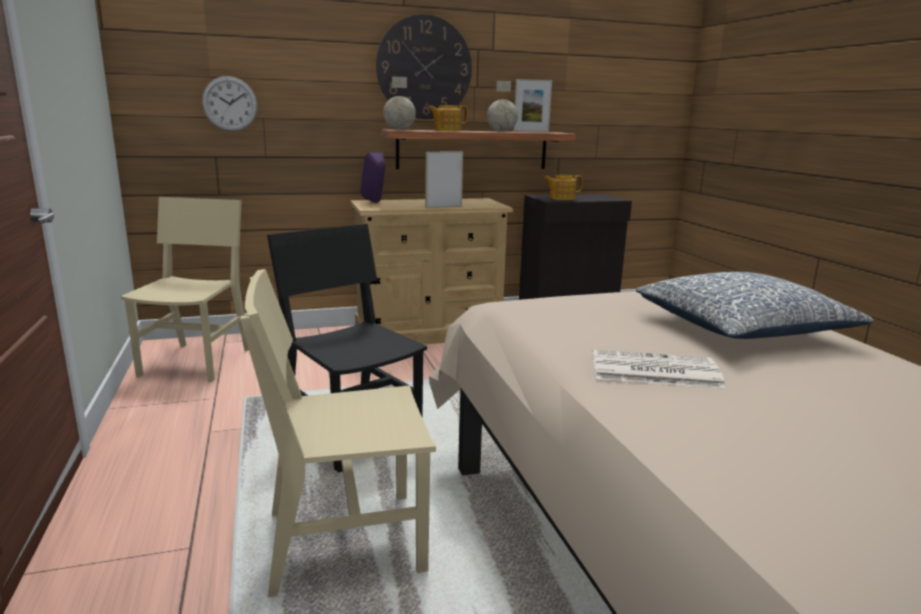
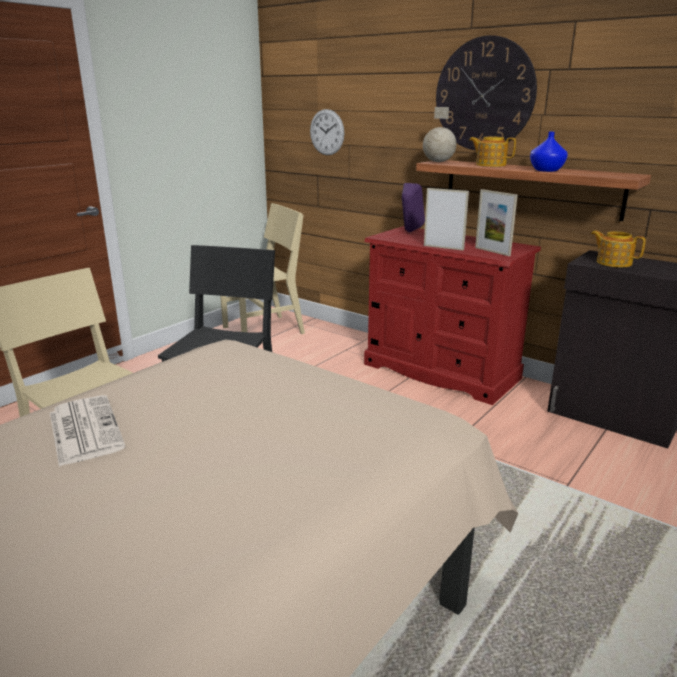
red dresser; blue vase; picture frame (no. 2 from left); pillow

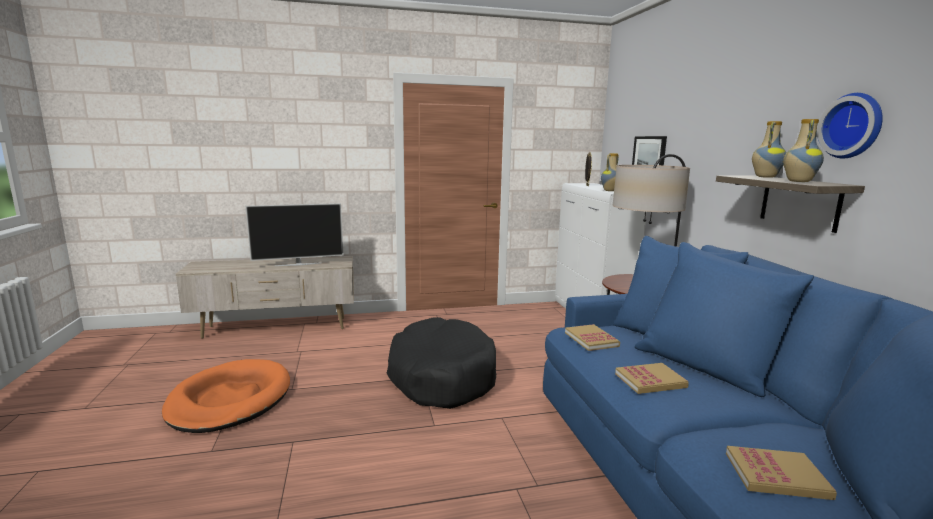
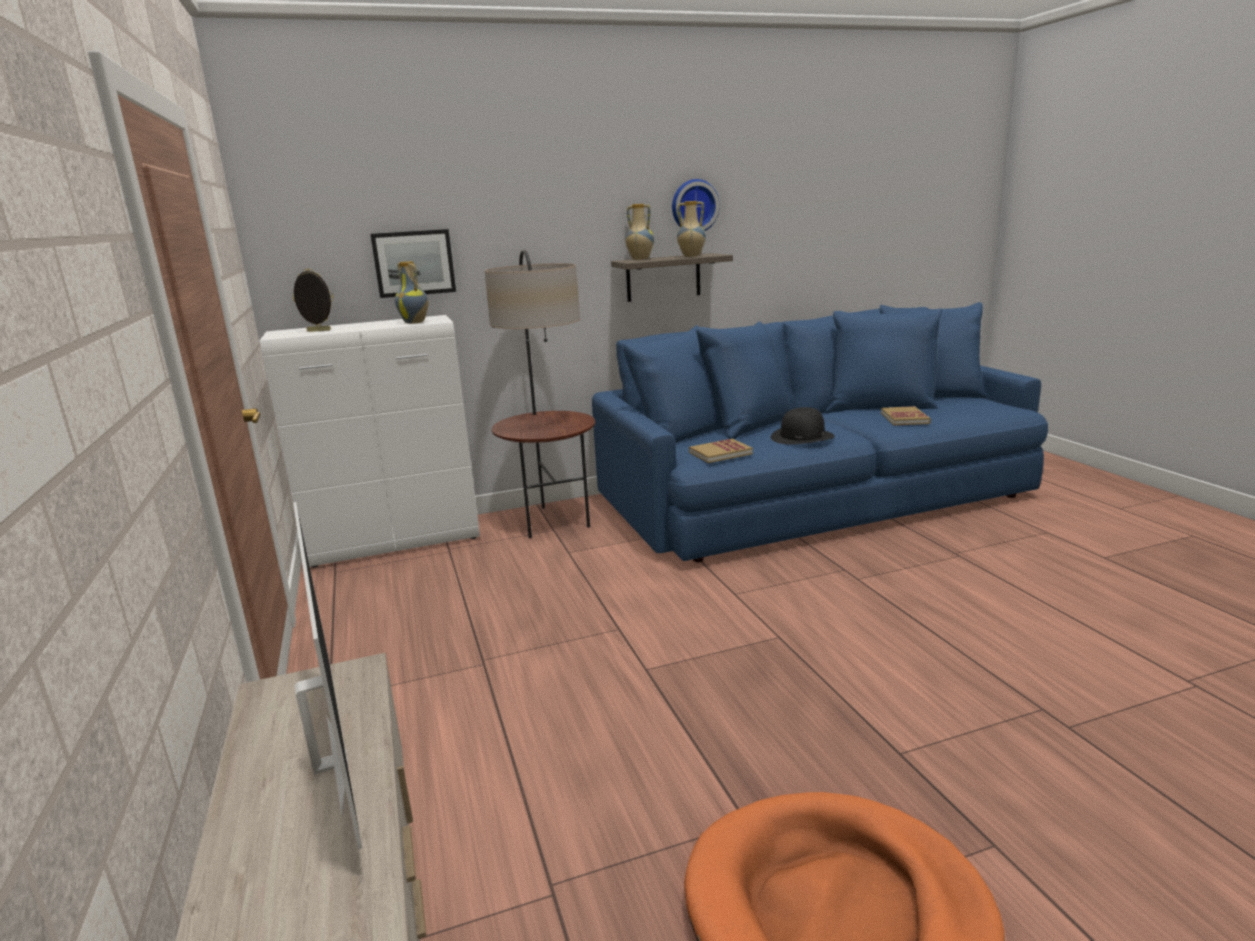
black dog bed; black hat

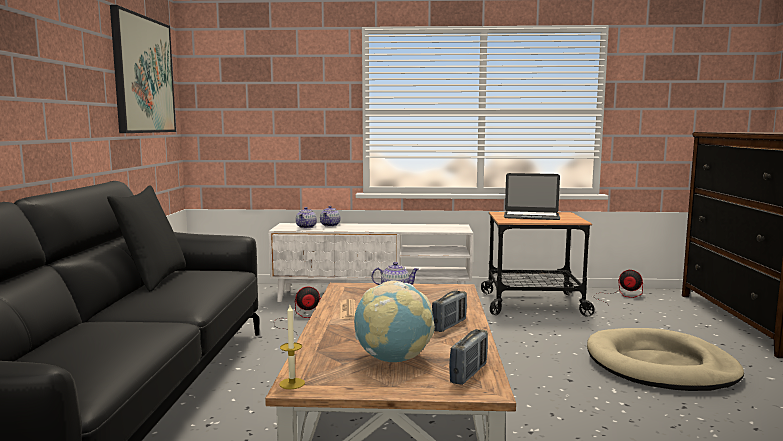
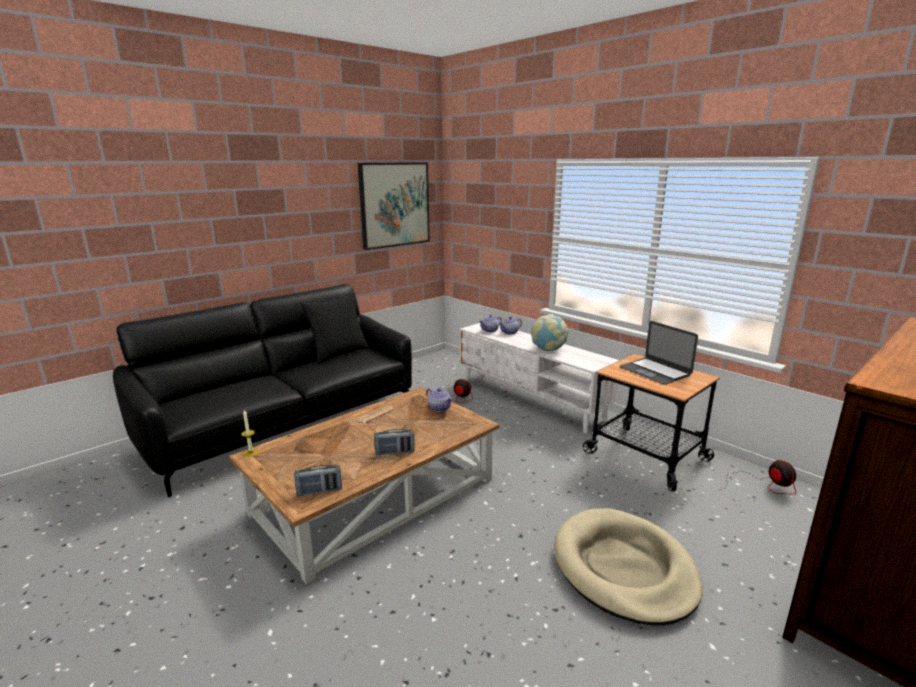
globe

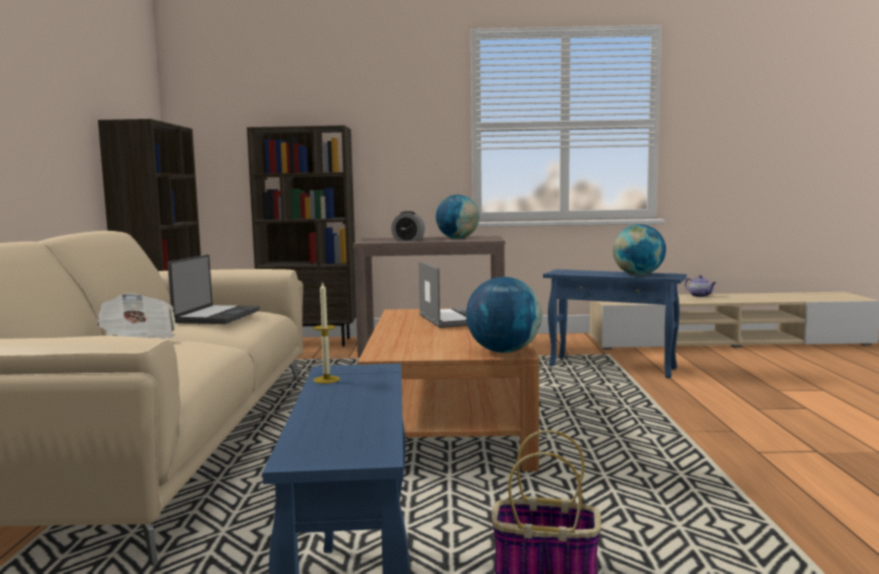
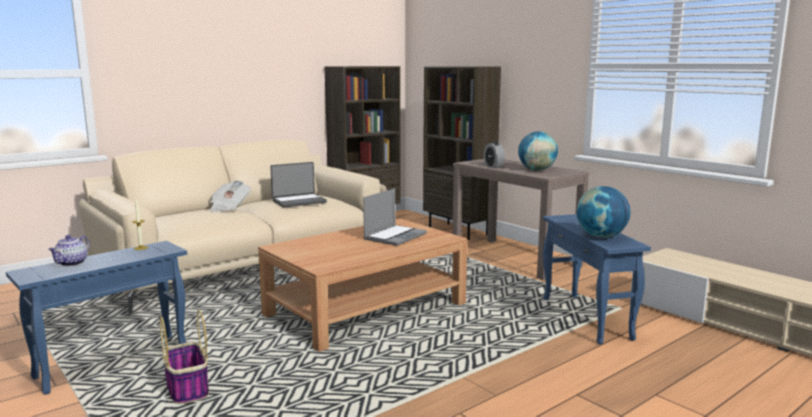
globe (no. 2 from left in the first image); teapot

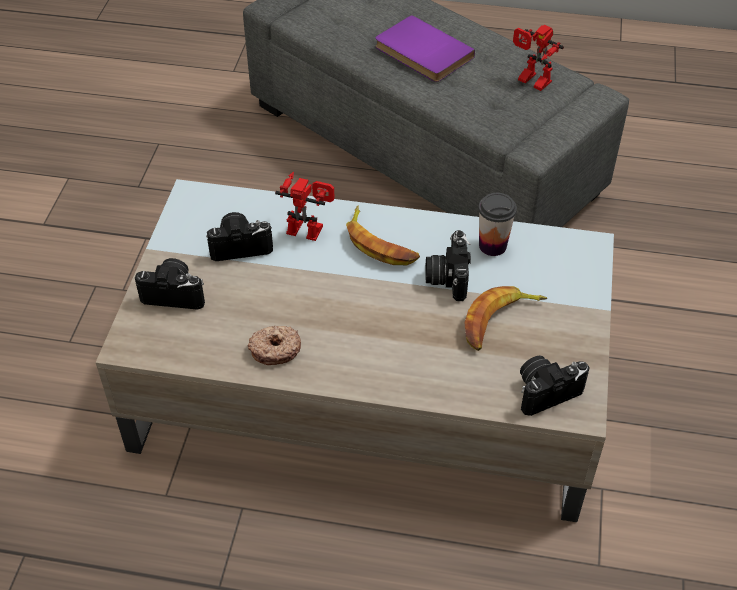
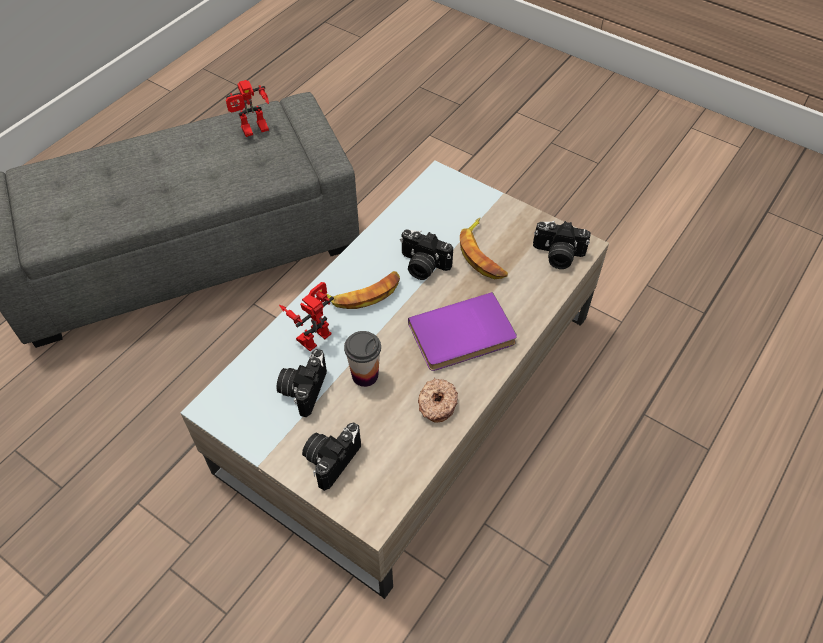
purple book; cup; photo camera (no. 4 from left)

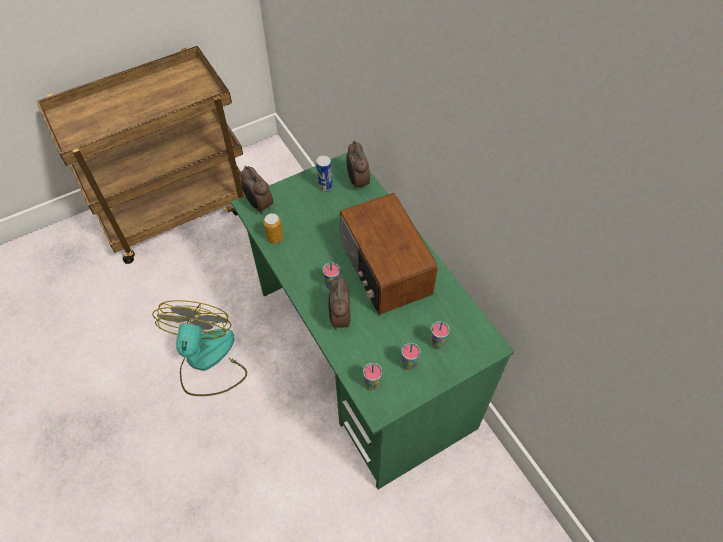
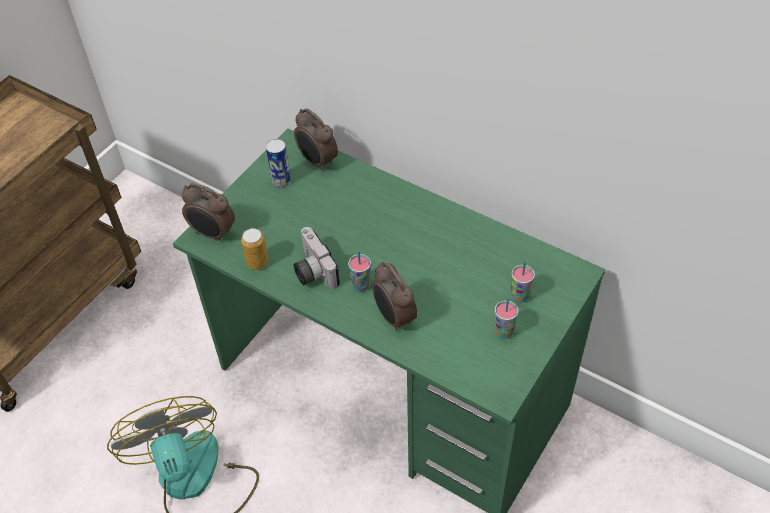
radio; cup (no. 2 from left in the first image); photo camera

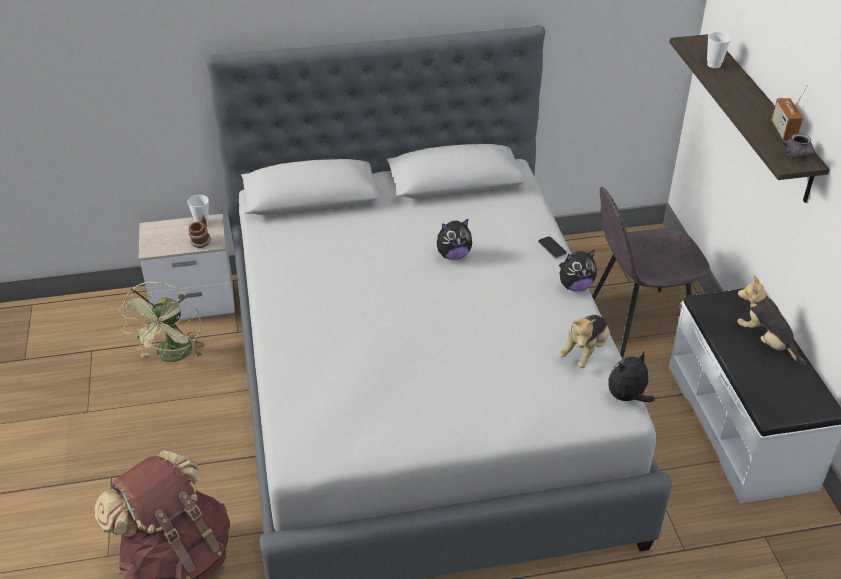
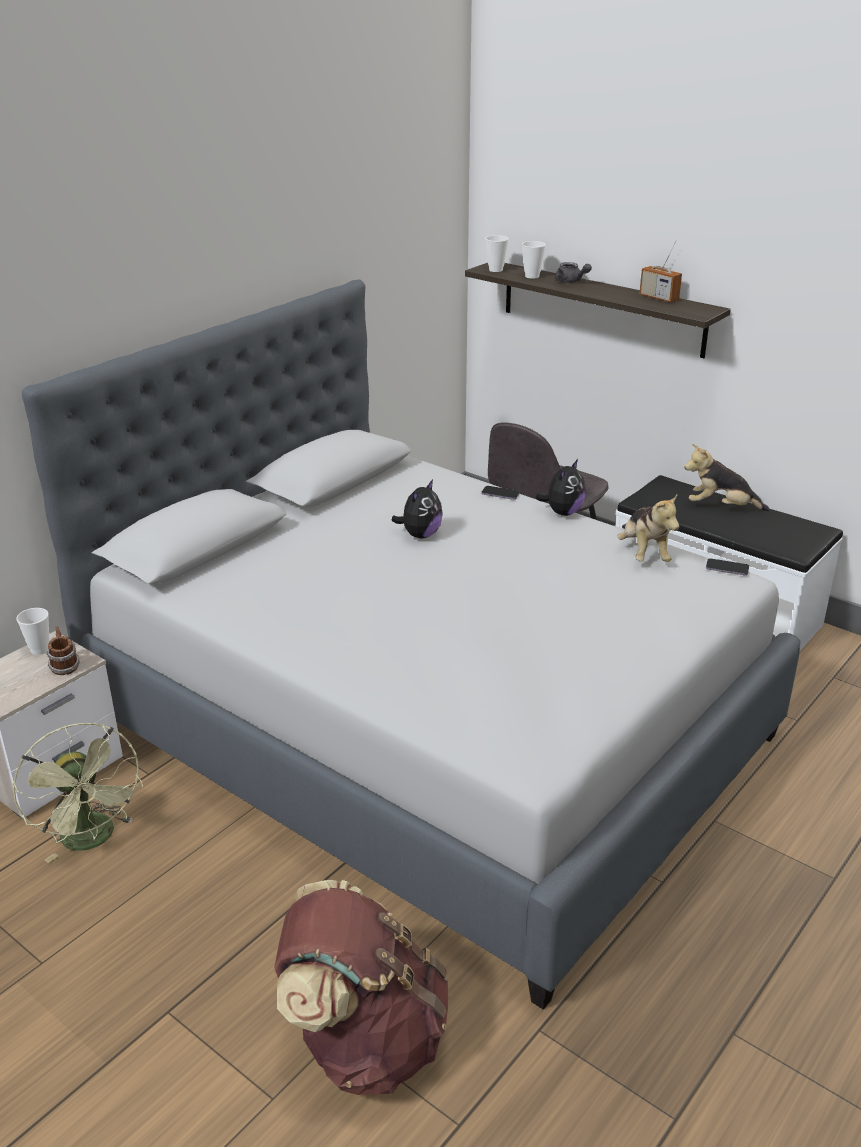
phone (no. 2 from left); grey teapot; cup (no. 2 from left)

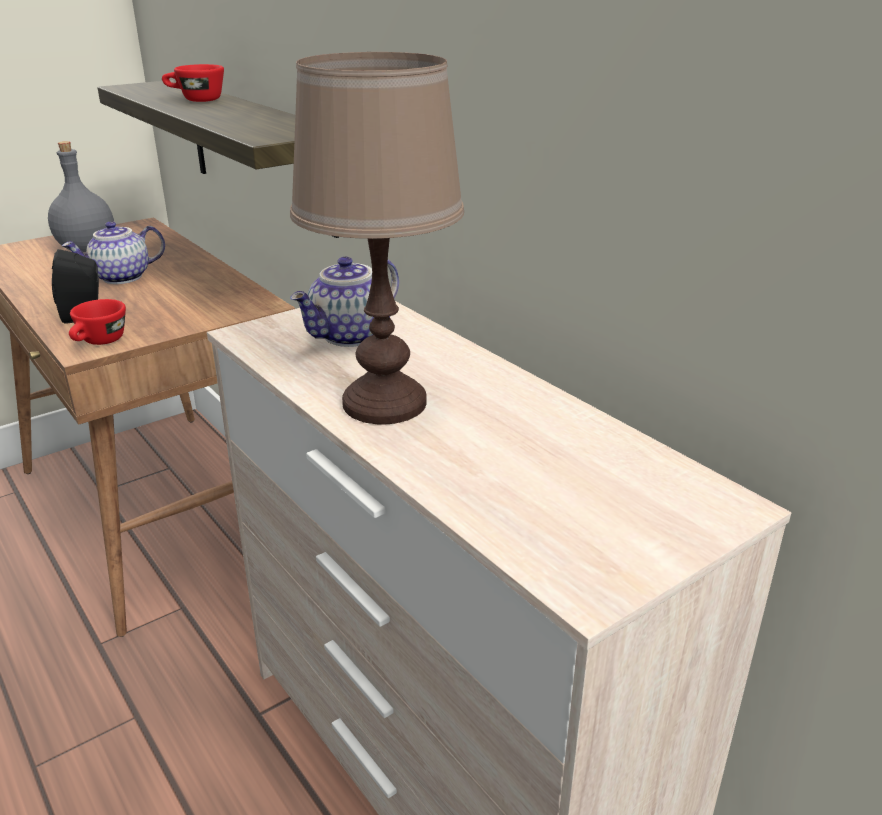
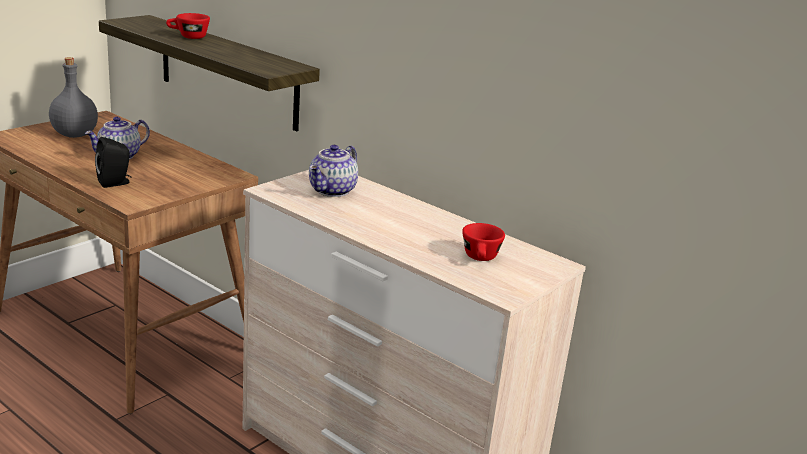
red cup (no. 2 from left); brown table lamp

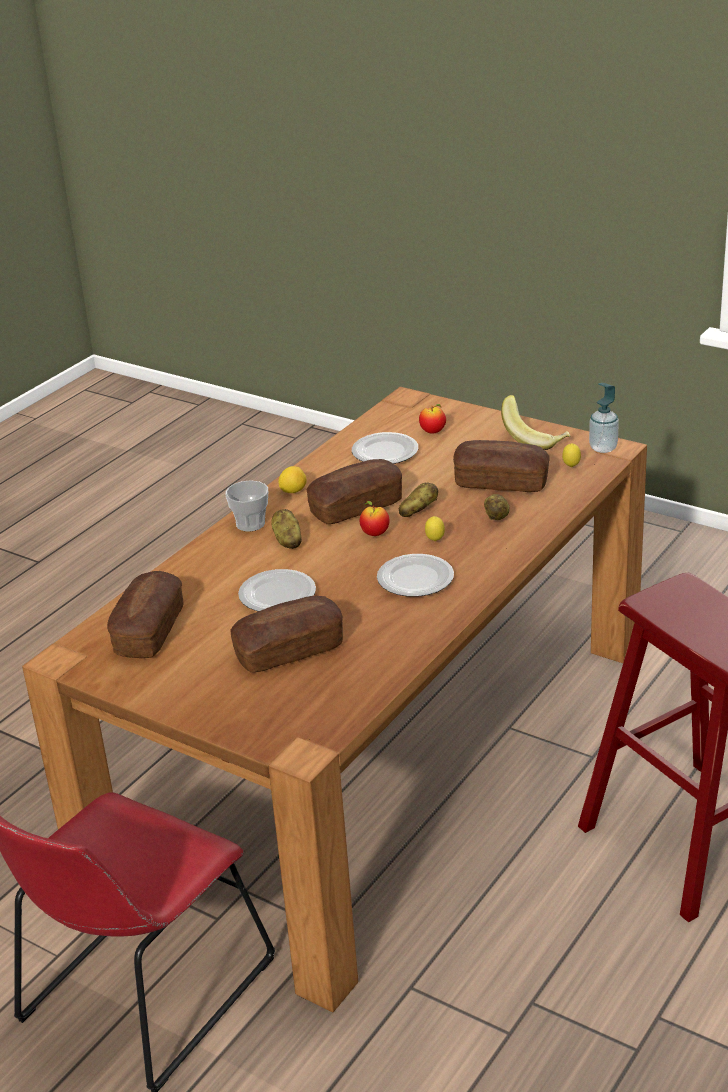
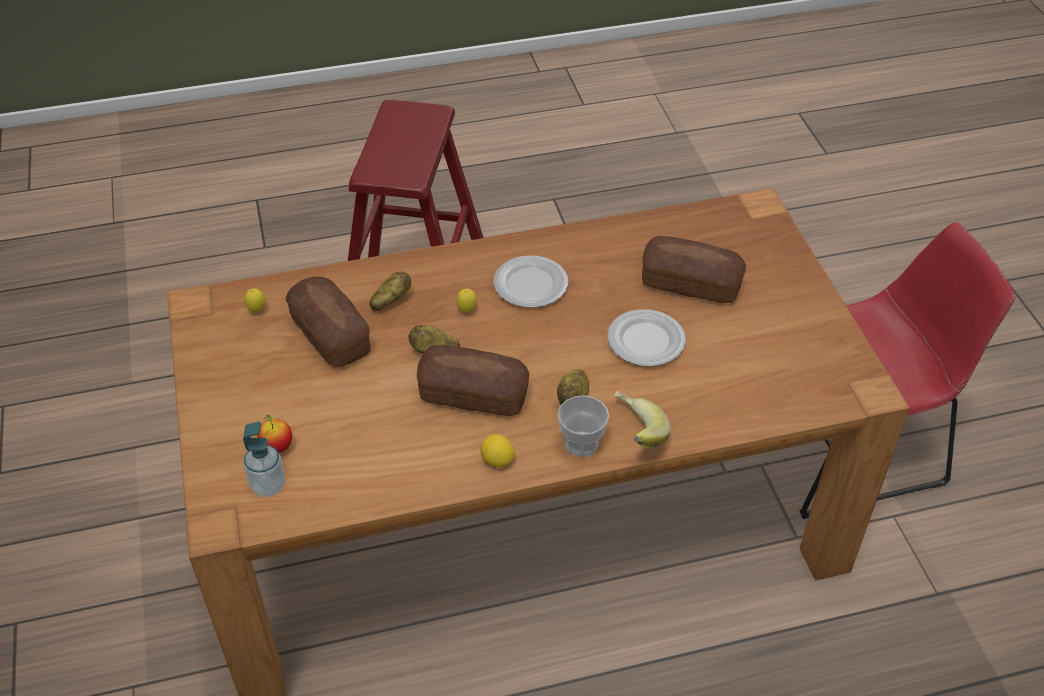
bread (no. 1 from left in the first image); plate (no. 2 from left in the first image); apple (no. 1 from left in the first image); banana; soap dispenser

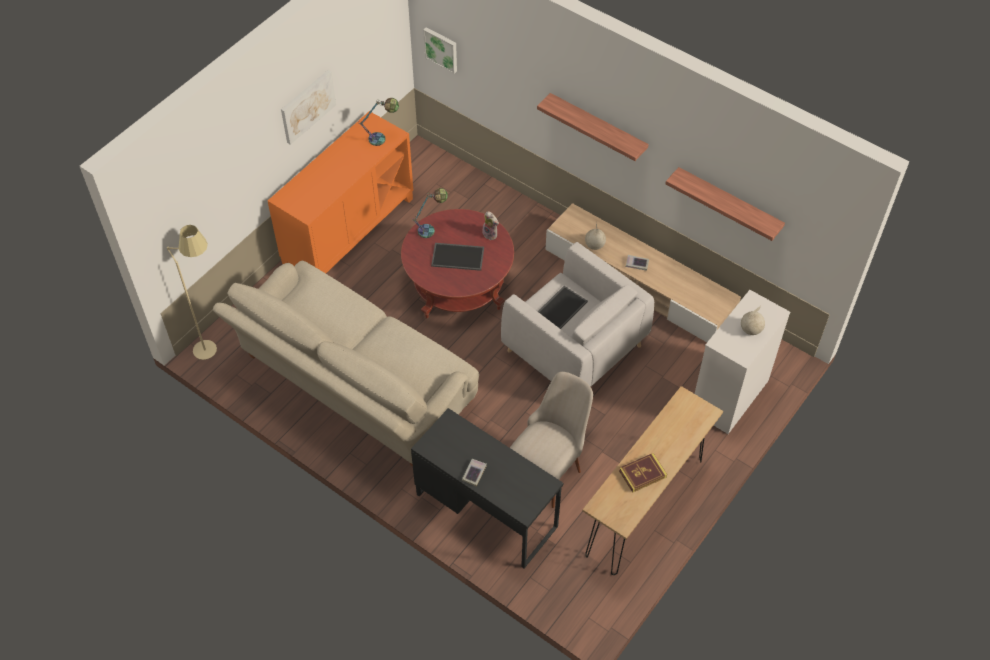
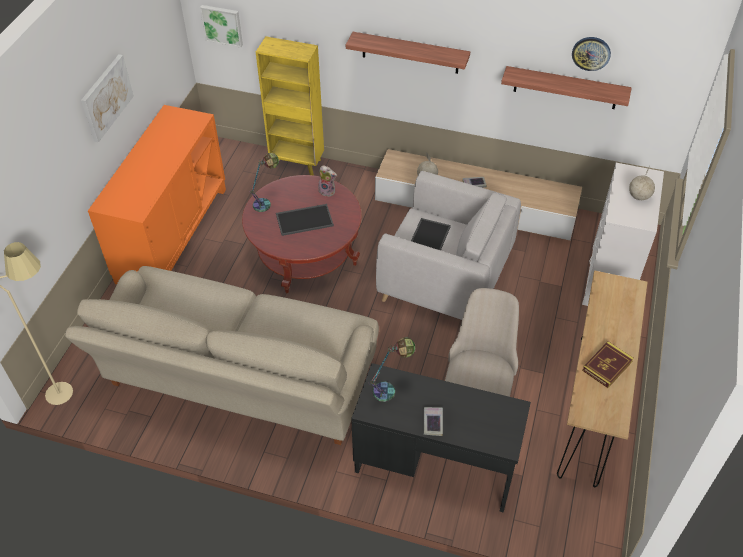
table lamp (no. 2 from left); yellow bookcase; wall clock

